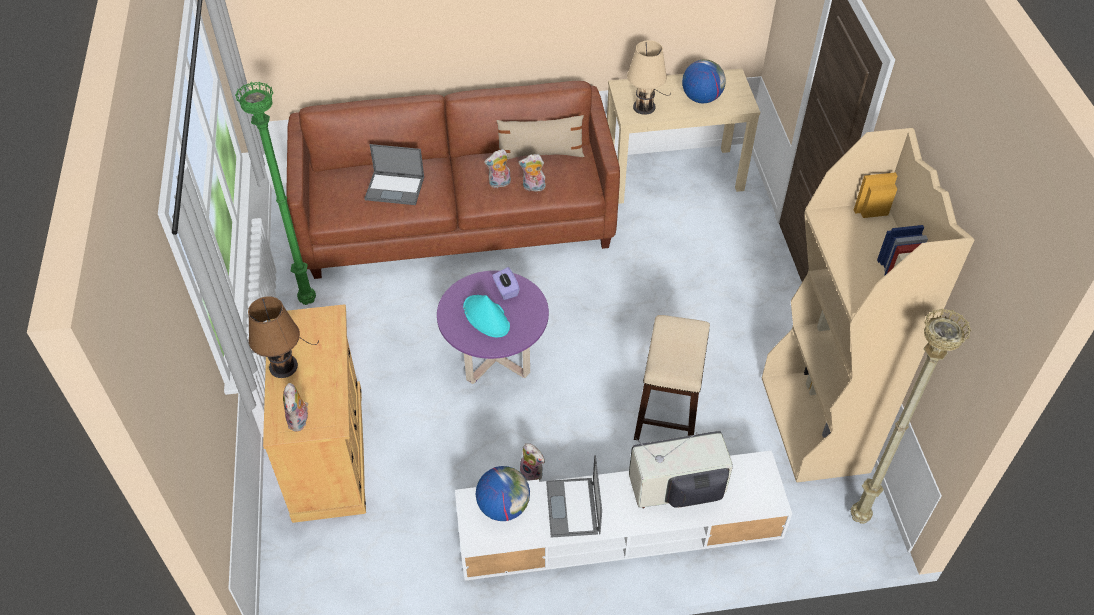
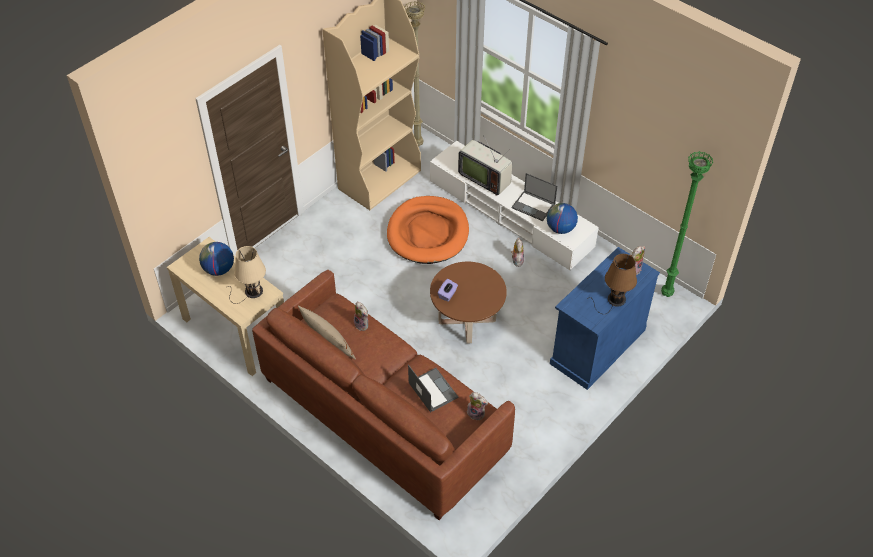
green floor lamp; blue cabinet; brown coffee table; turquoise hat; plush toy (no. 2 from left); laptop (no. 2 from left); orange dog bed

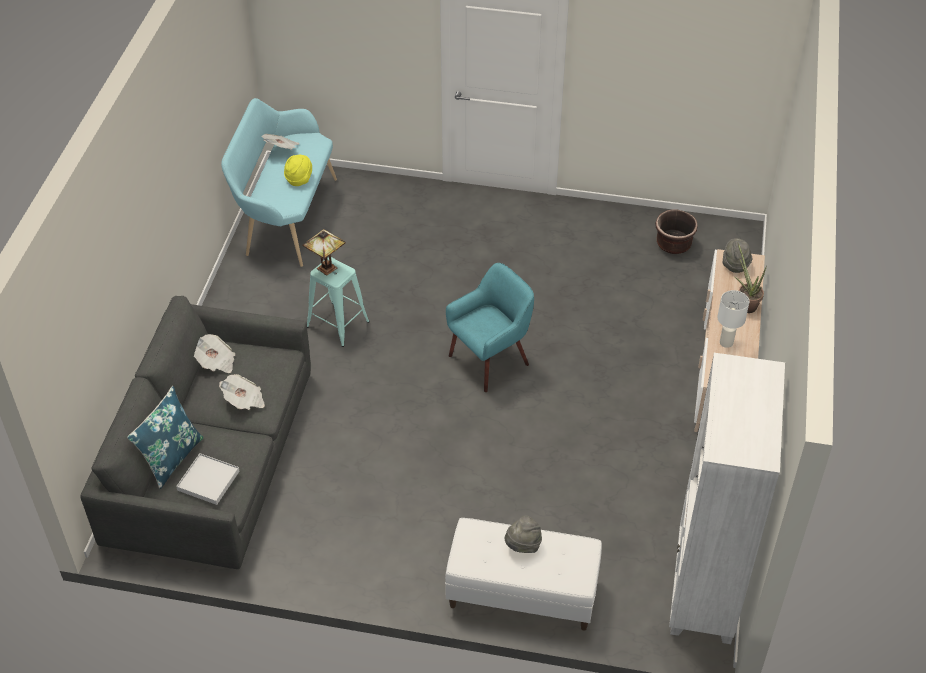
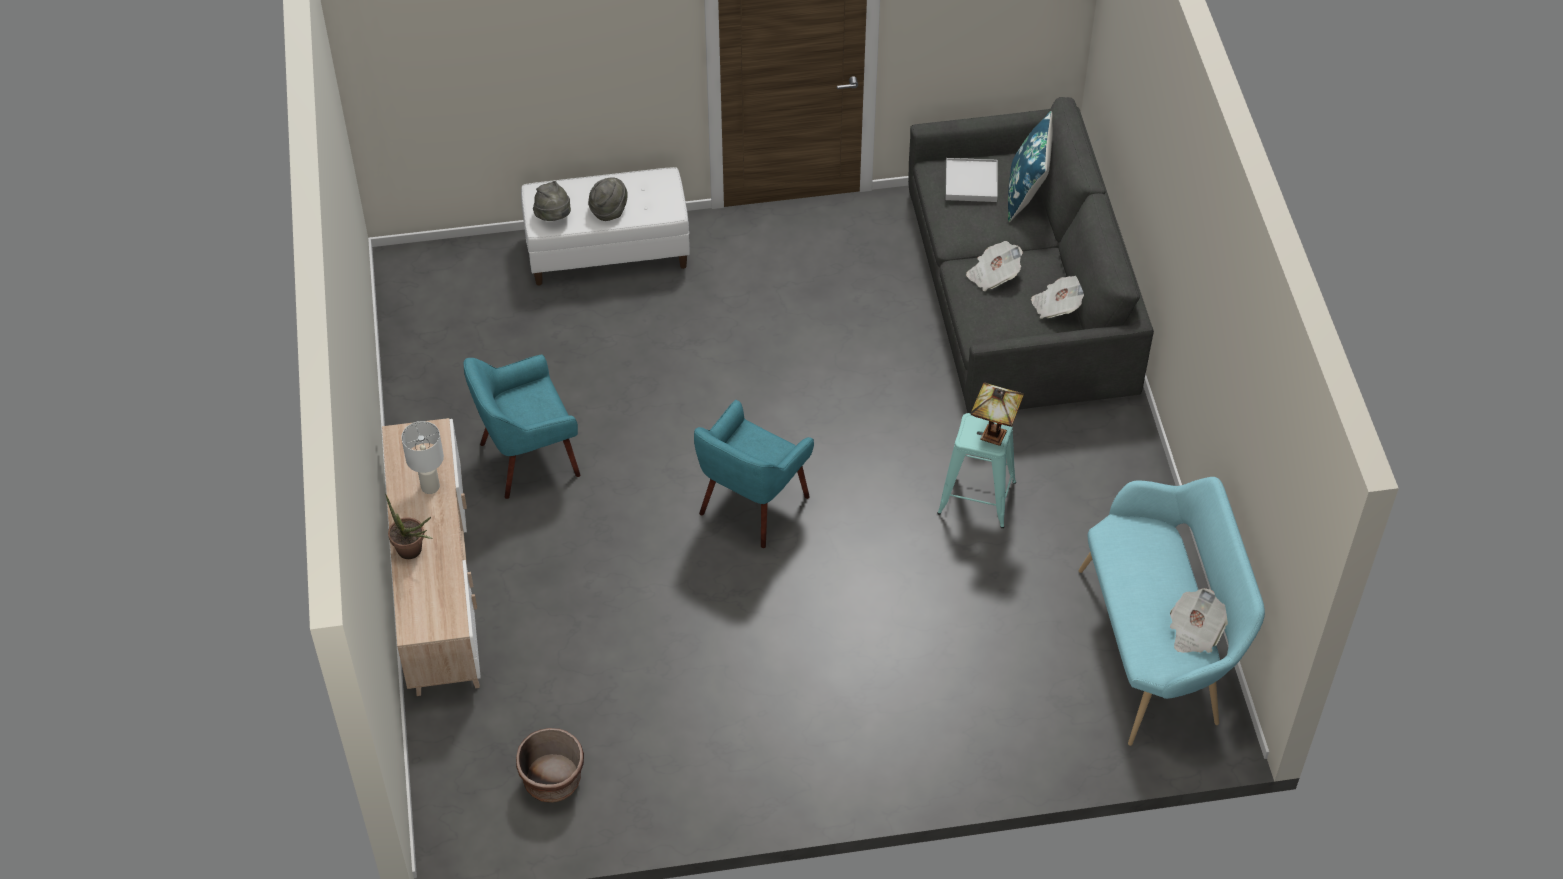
yellow hat; white bookcase; grey hat (no. 1 from left); turquoise armchair (no. 1 from left)

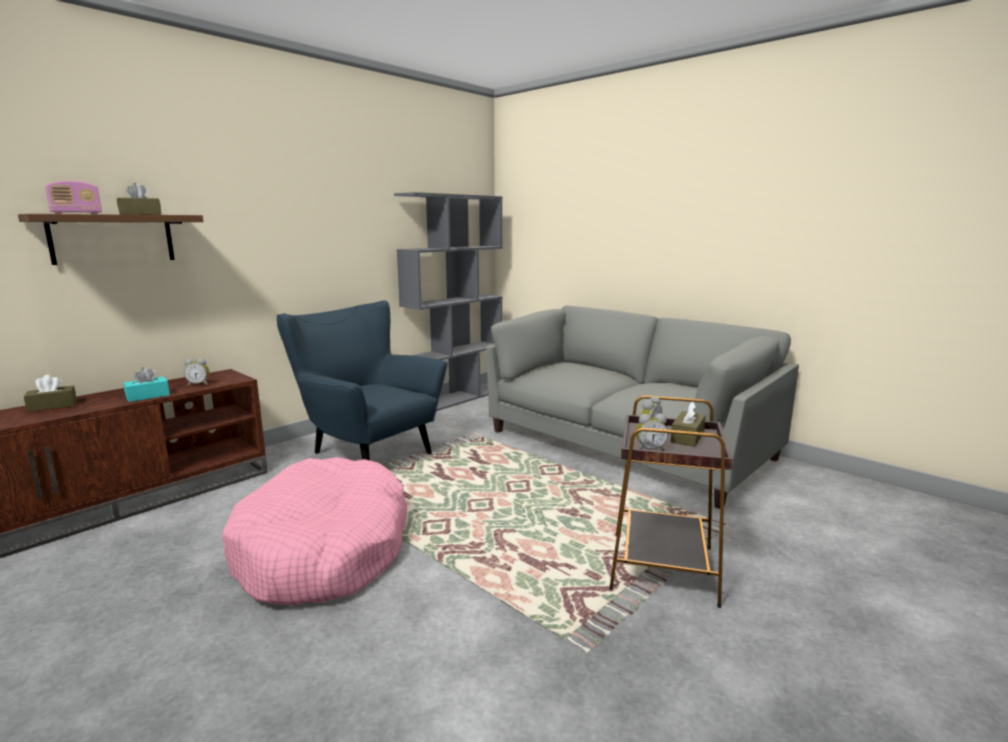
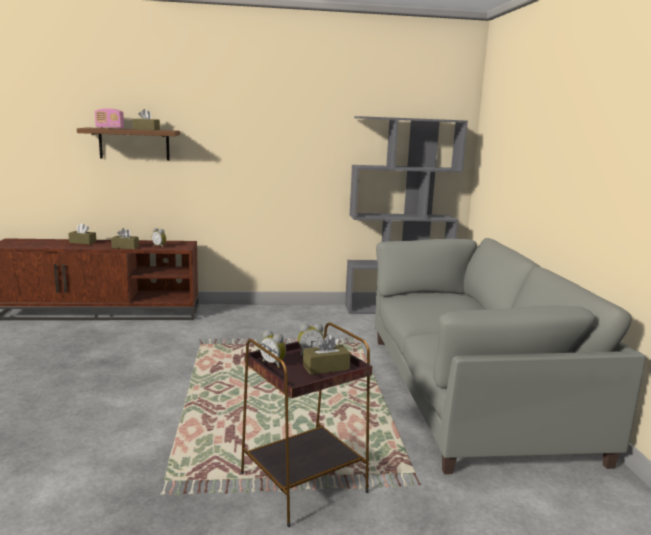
brown tissue box (no. 2 from left); pink dog bed; blue armchair

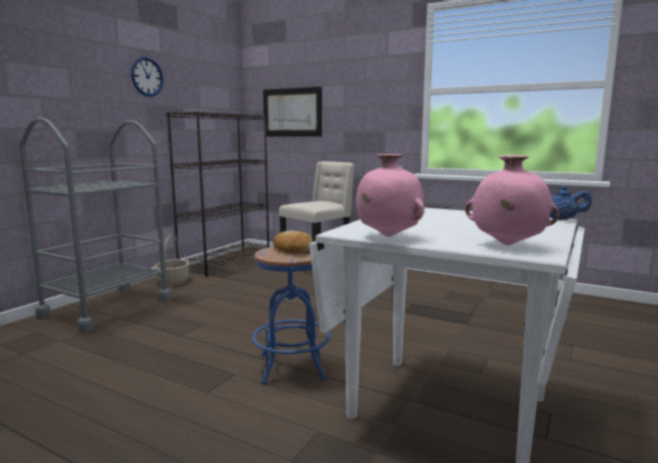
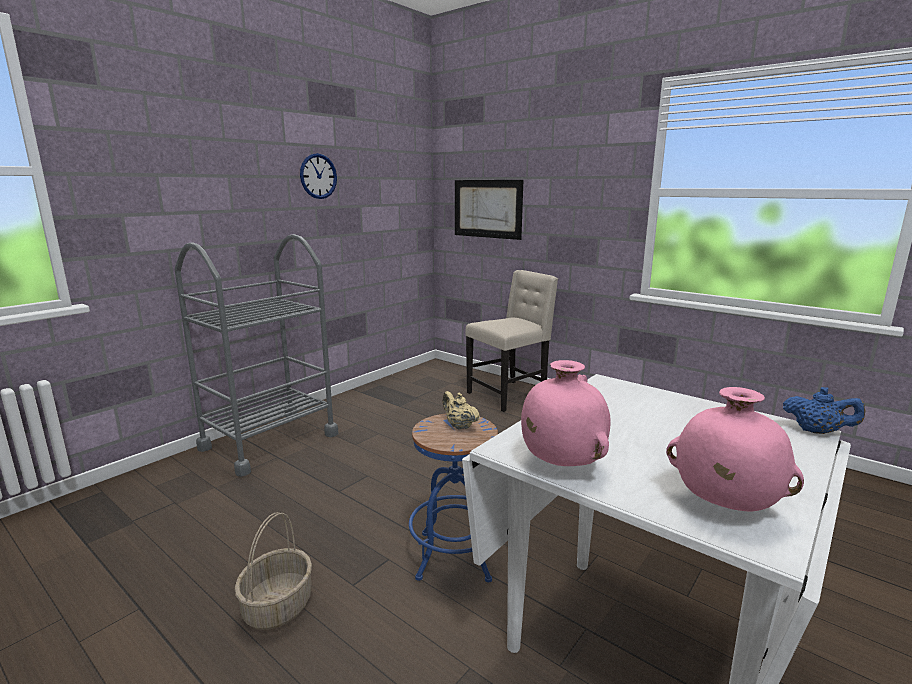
basket; black bookcase; beige teapot

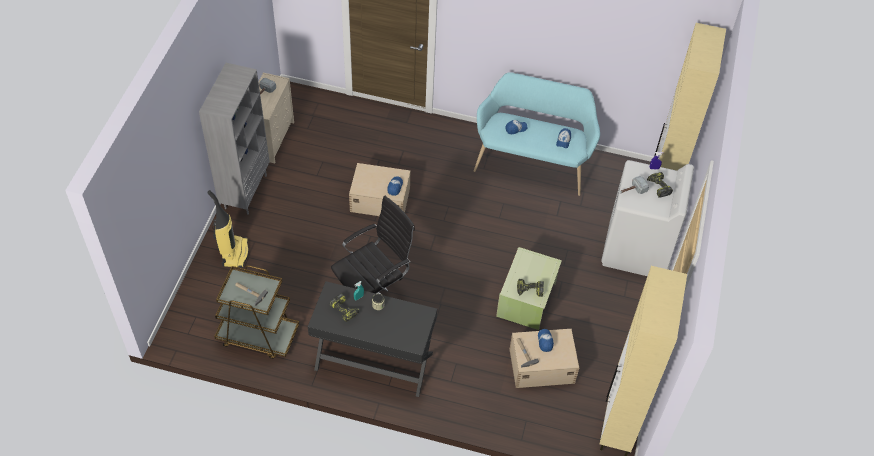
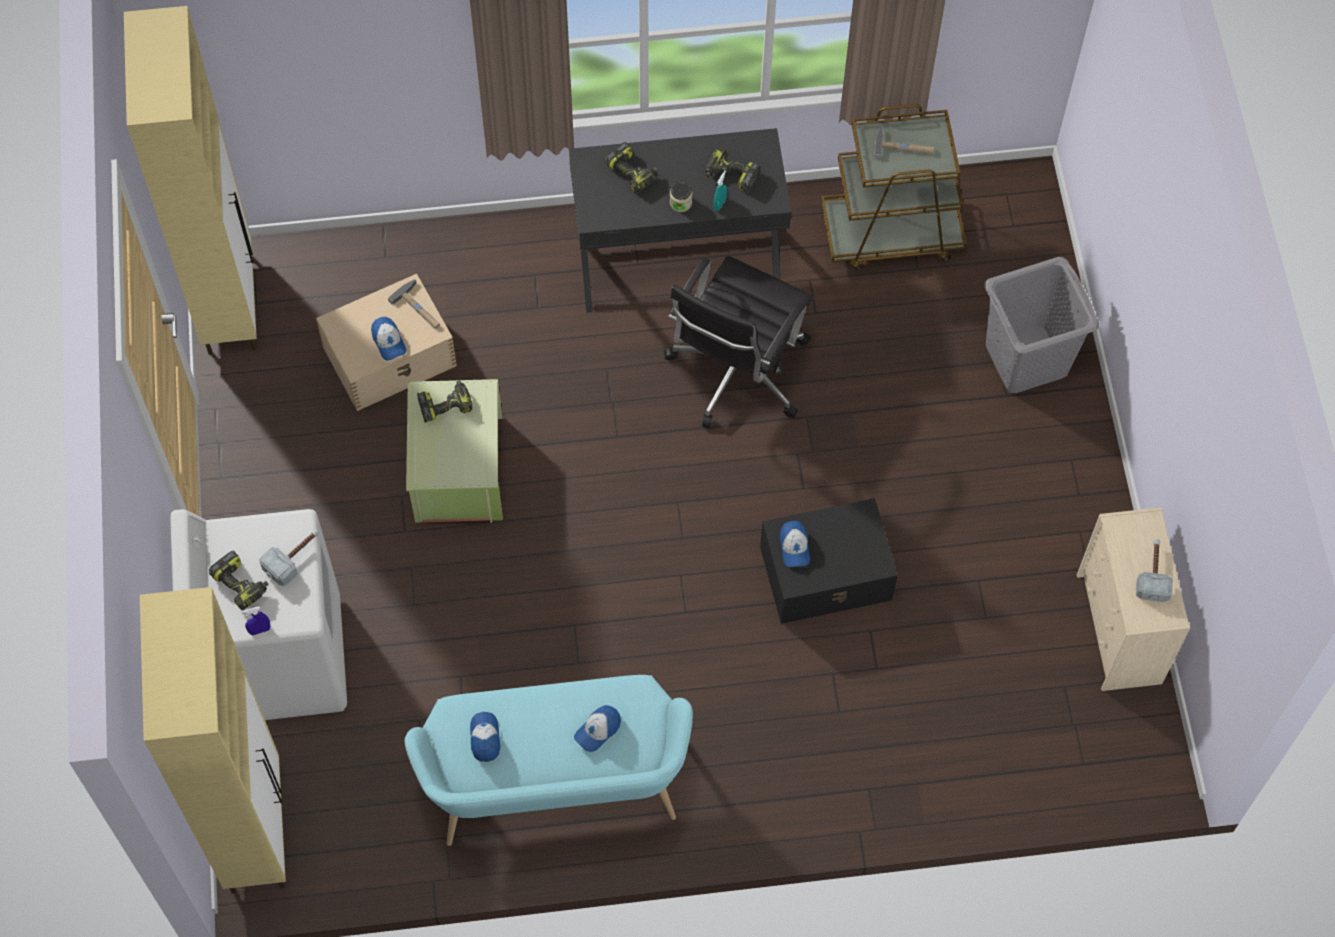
grey bookcase; grey laundry basket; black storage box; power drill (no. 3 from left)

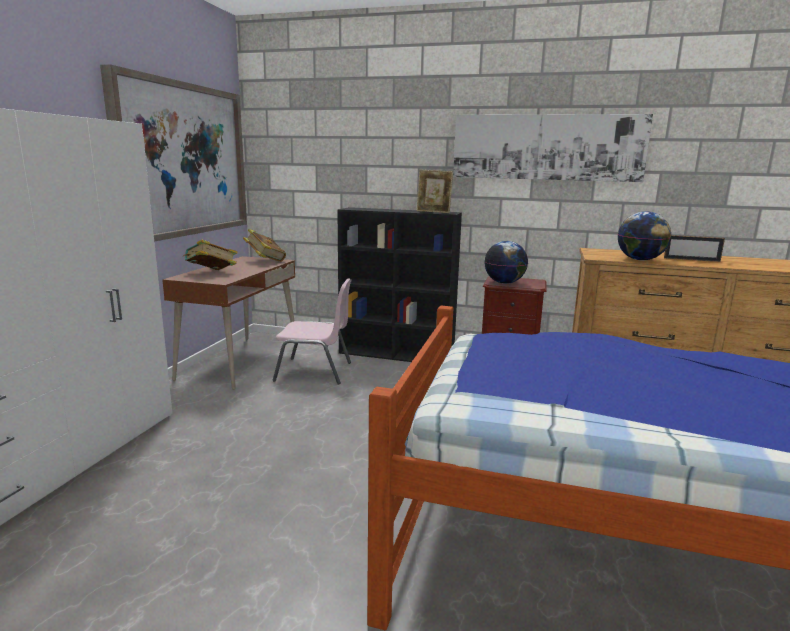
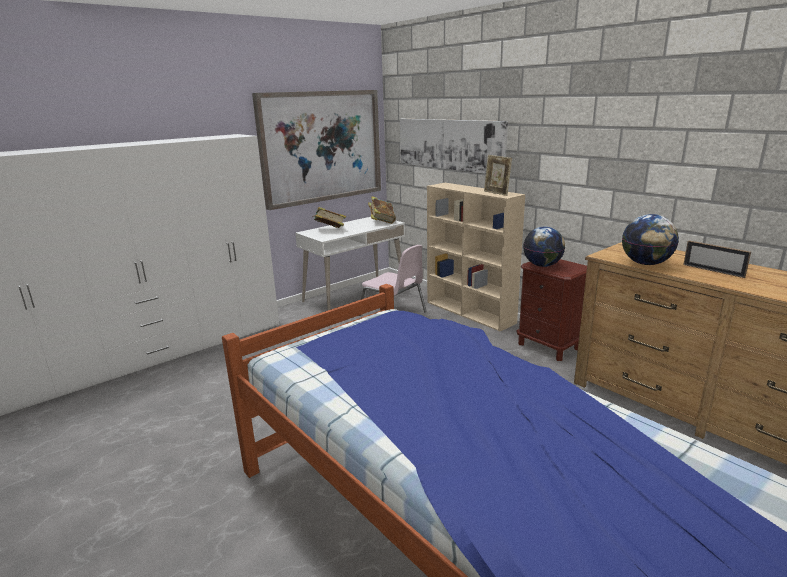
white desk; beige bookcase; picture (no. 2 from left)

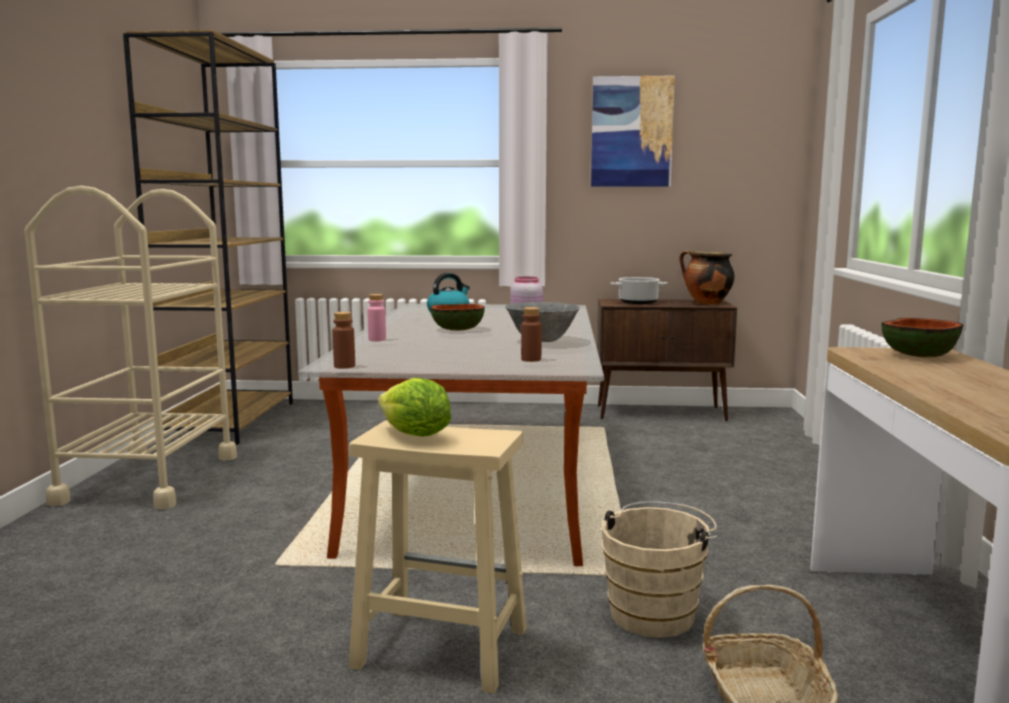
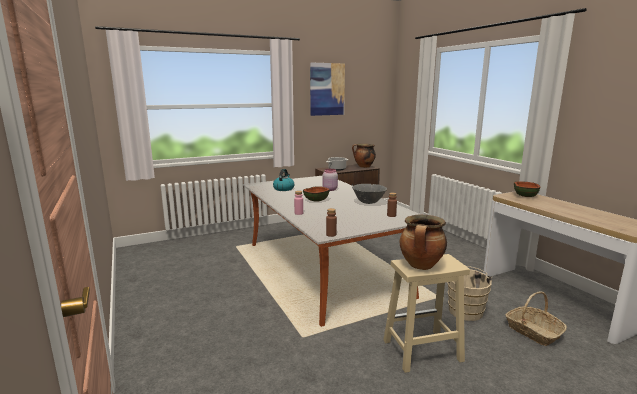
beige cart; brown bookcase; cooking pot (no. 3 from left)

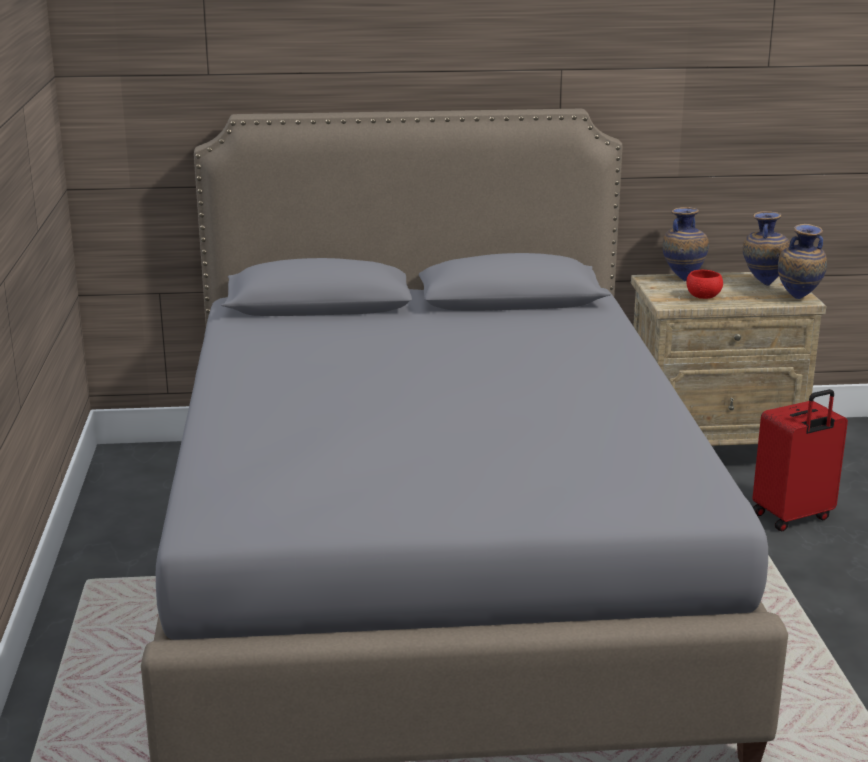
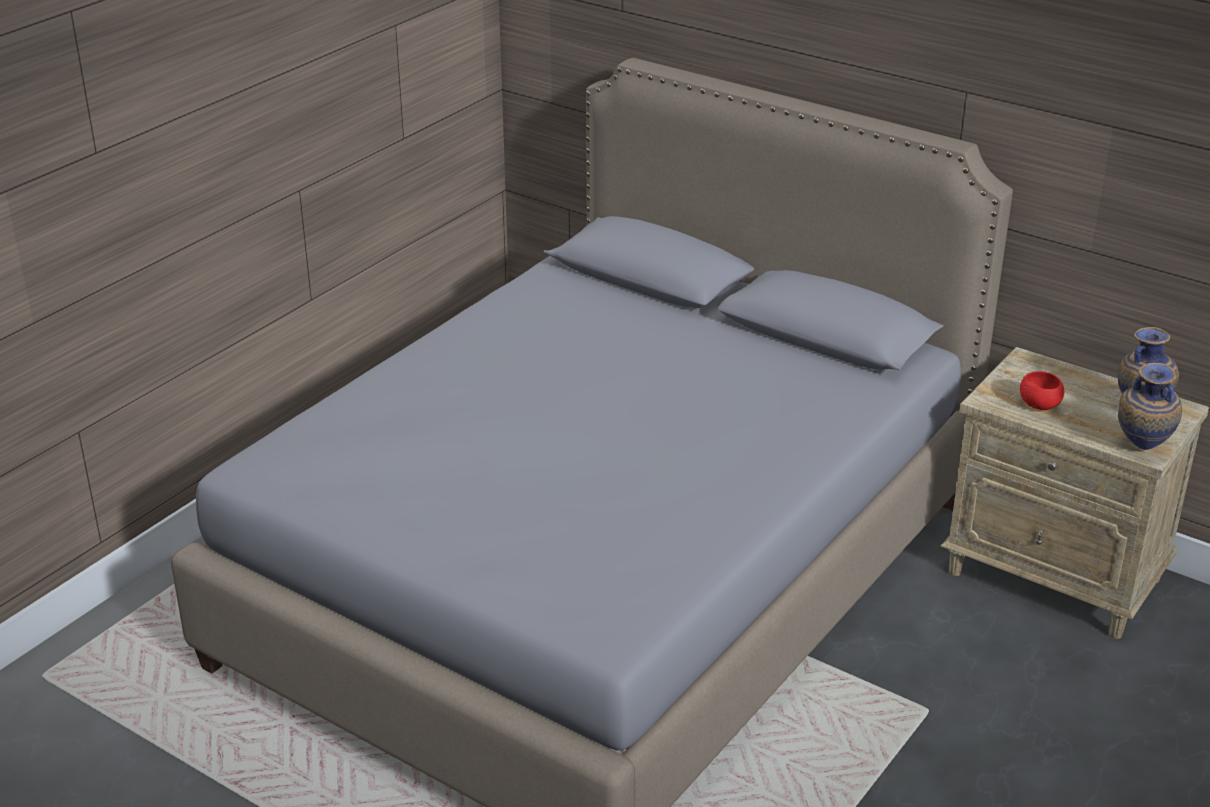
vase (no. 1 from left in the first image); red suitcase

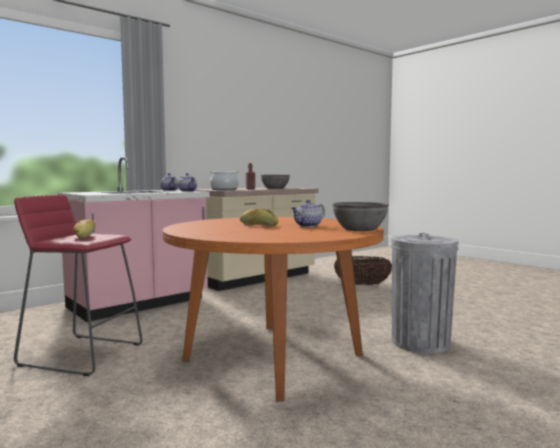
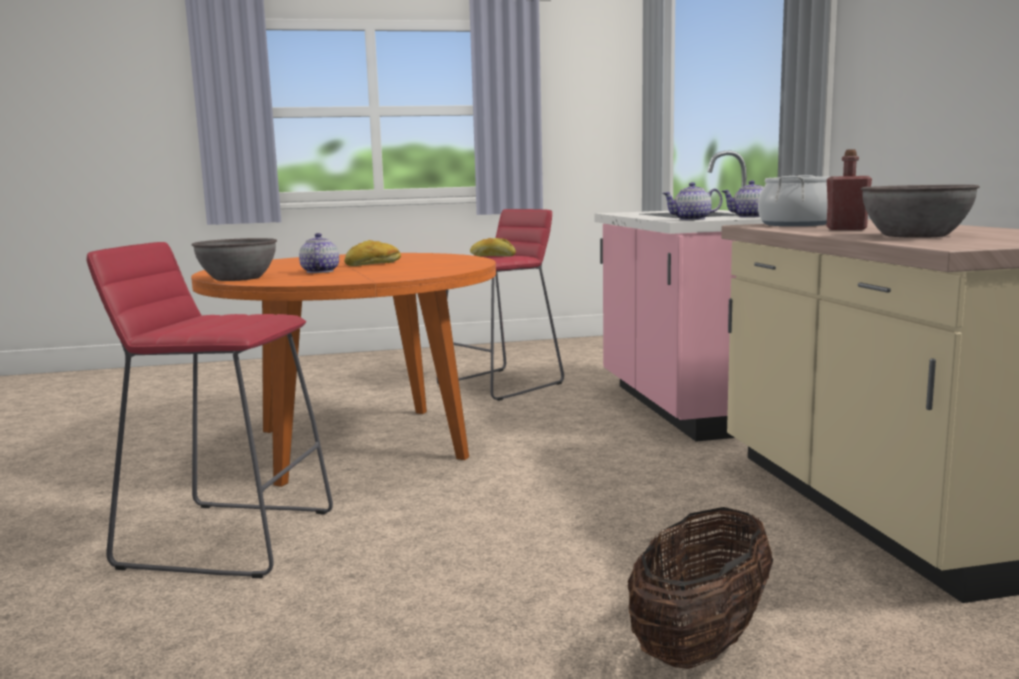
red stool (no. 1 from left)

